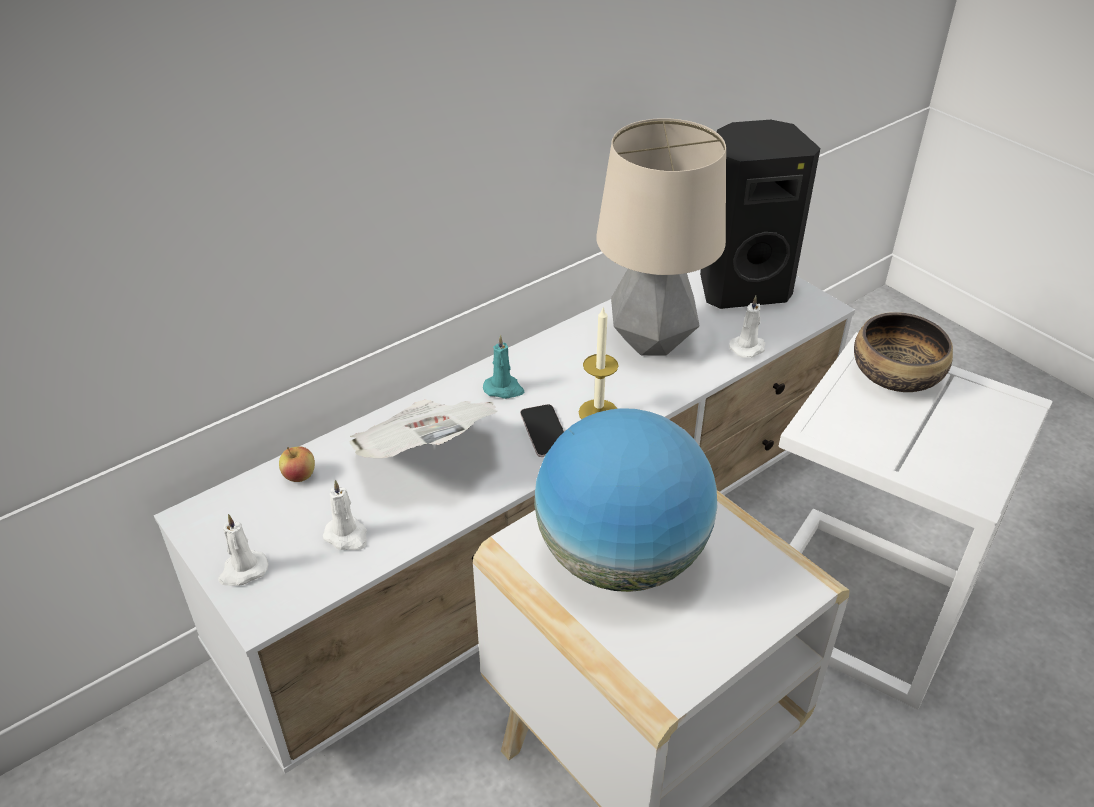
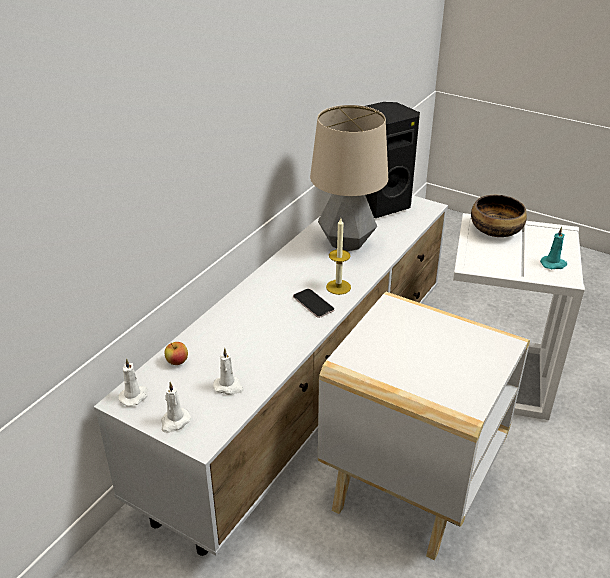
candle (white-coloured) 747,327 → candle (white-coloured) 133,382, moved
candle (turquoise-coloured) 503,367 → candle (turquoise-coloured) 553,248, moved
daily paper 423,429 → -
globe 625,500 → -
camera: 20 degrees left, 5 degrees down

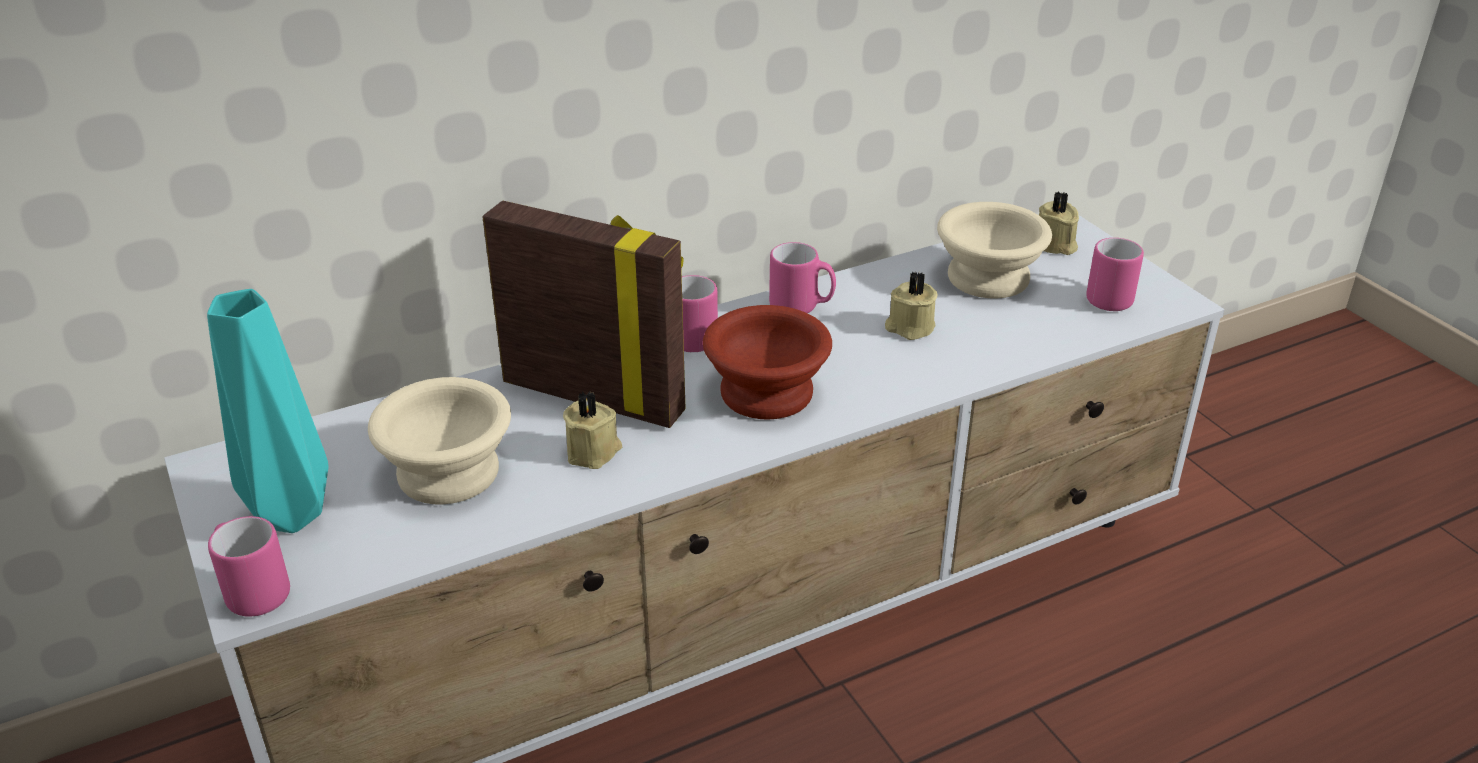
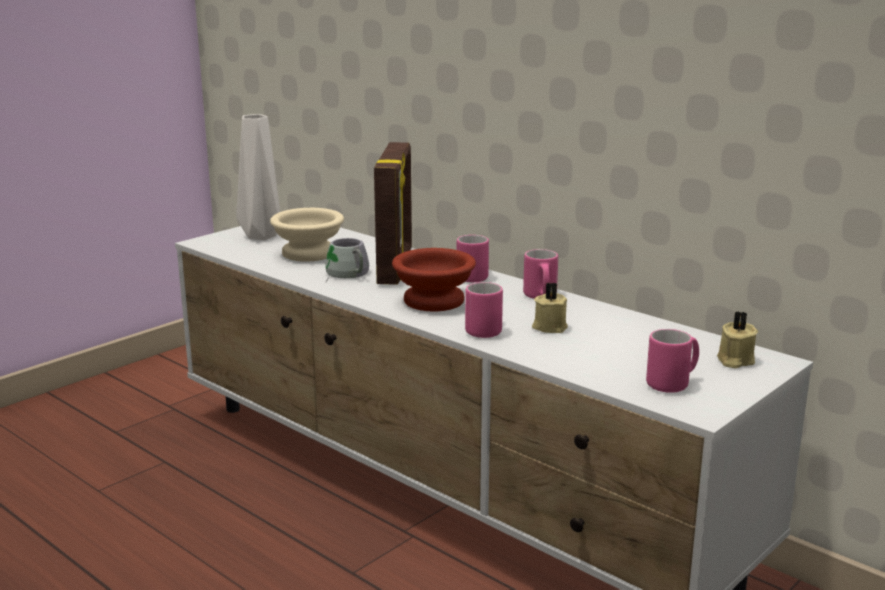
bowl (beige-coloured) 994,250 → -
vase (turquoise-coloured) 268,411 → vase (white-coloured) 258,177
candle (beige-coloured) 592,430 → coffee mug (grey) 347,260
coffee mug (pink) 249,566 → coffee mug (pink) 484,310, moved
camera: 70 degrees right, 15 degrees down

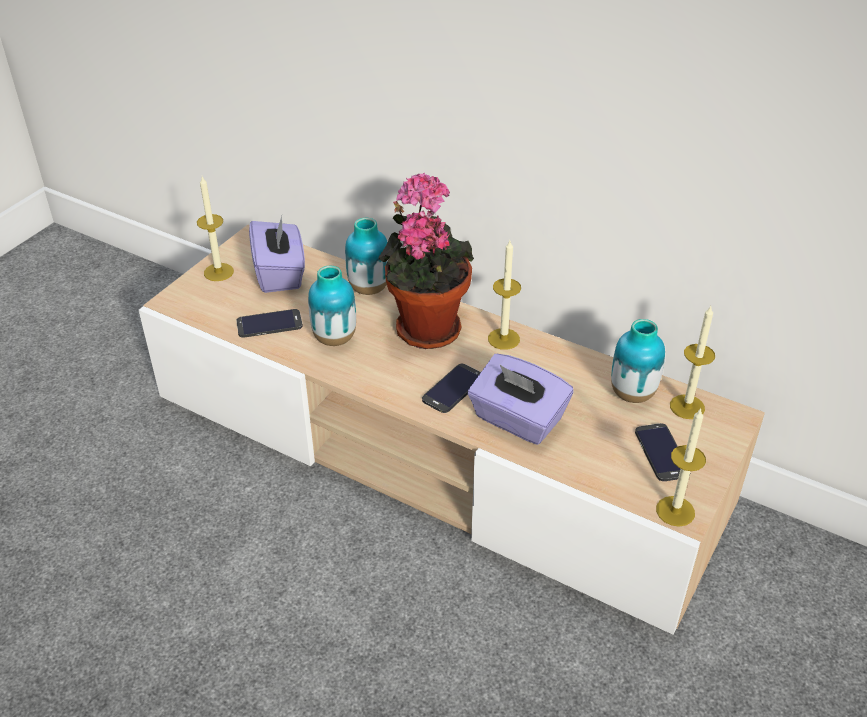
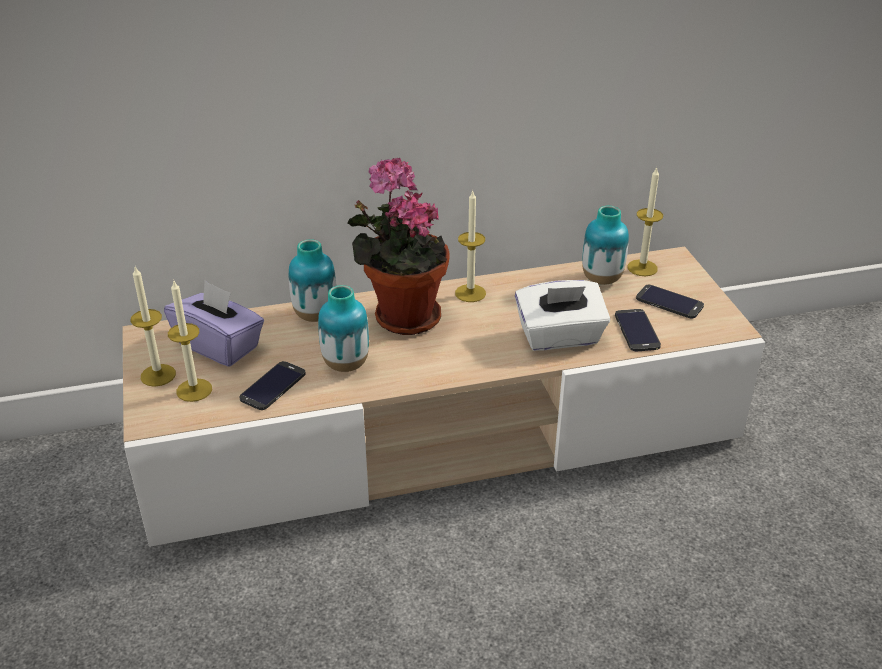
box of tissues (purple-coloured) 521,399 → box of tissues (white-coloured) 562,315
handset 451,388 → handset 638,330, moved
candle 681,467 → candle 190,341, moved
camera: 45 degrees left, 5 degrees down

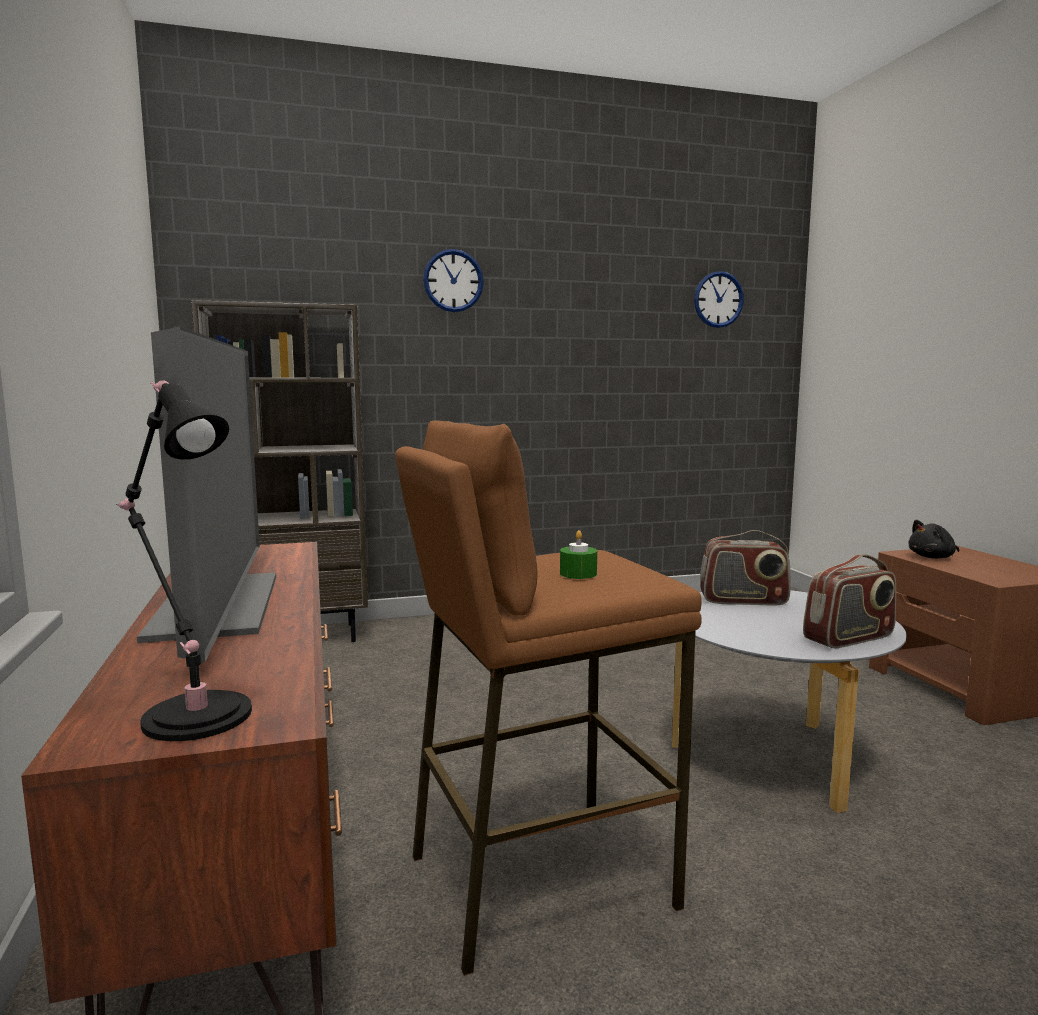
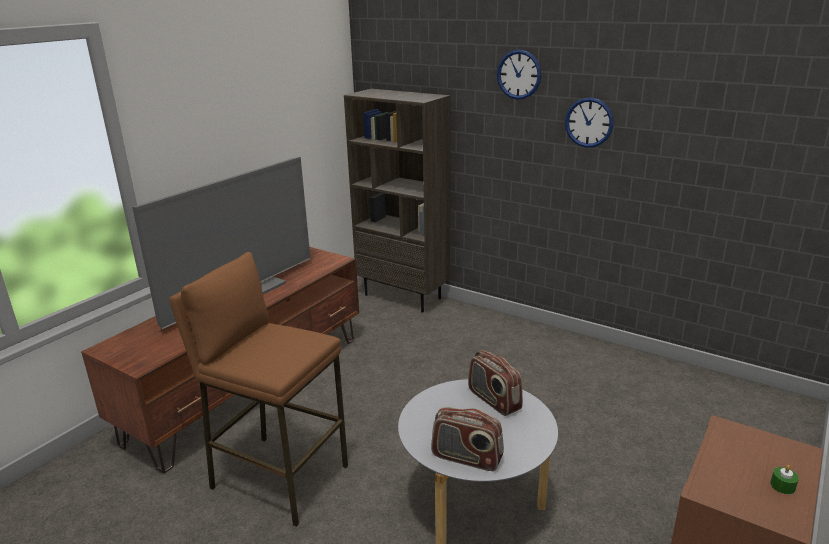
hanging clock 719,299 → hanging clock 589,122, moved
table lamp (black-coloured) 184,561 → -
soft toy (black-coloured) 933,539 → -
candle (green) 578,554 → candle (green) 784,479, moved
camera: 50 degrees right, 15 degrees up

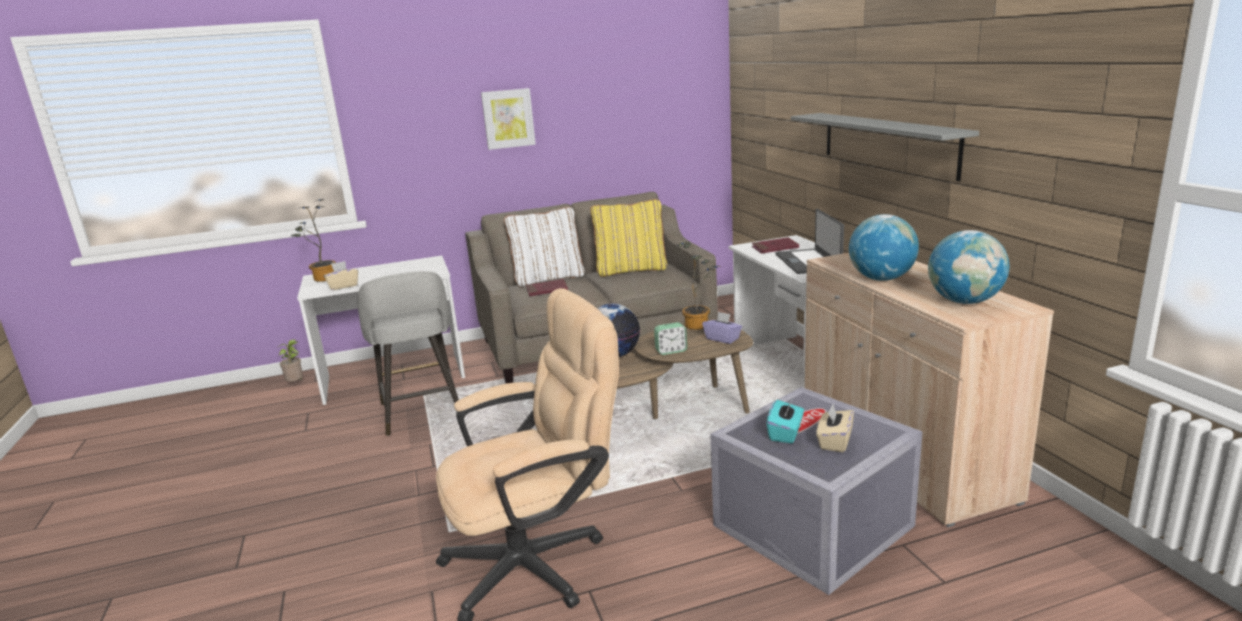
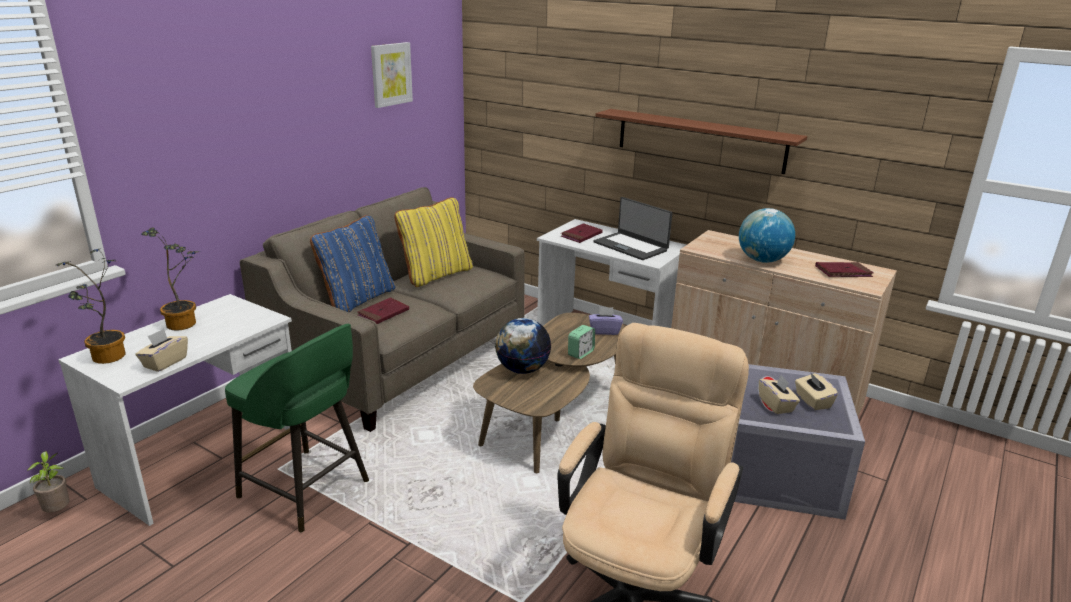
wall picture 508,119 → wall picture 392,75, moved
shelf (grey) 885,147 → shelf (brown) 701,141
pillow (white-coloured) 544,247 → pillow (bluish) 352,263
globe 968,267 → book (red-coloured) 844,269
houseplant 699,285 → houseplant 170,279, moved
stool (grey) 411,353 → stool (green) 297,428
box of tissues (turquoise-coloured) 785,421 → box of tissues (beige-coloured) 779,394
camera: 40 degrees left, 5 degrees up

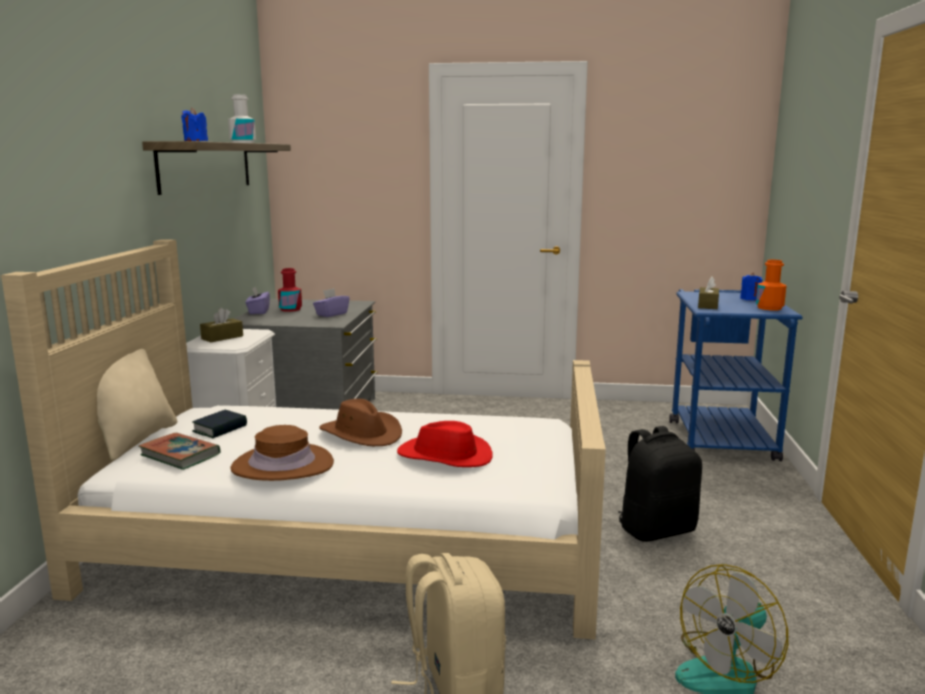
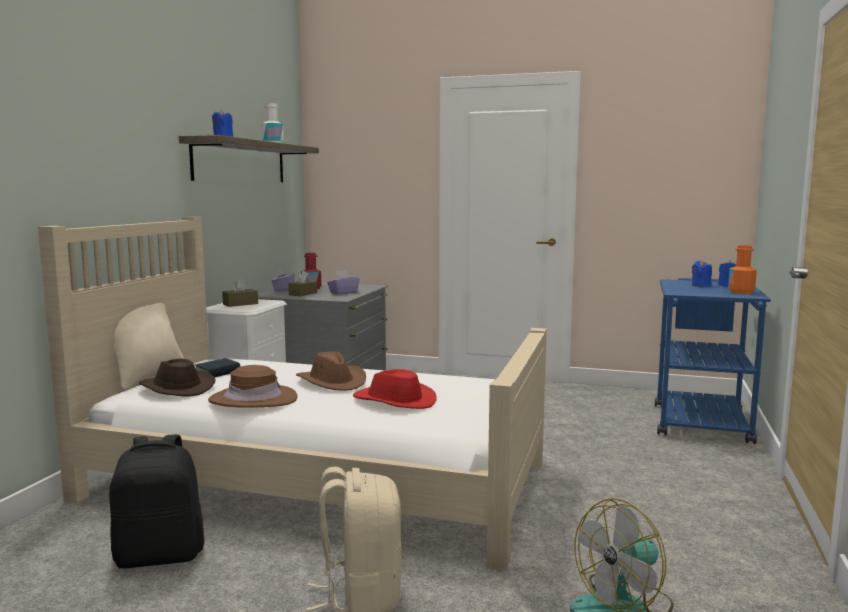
box of tissues (brown) 708,293 → box of tissues (brown) 302,283, moved
knapsack (black-coloured) 660,484 → knapsack (black-coloured) 156,501, moved
book 179,451 → wearable hat (brown) 177,377
- → candle (bluish) 702,273
camera: 10 degrees right, 5 degrees down

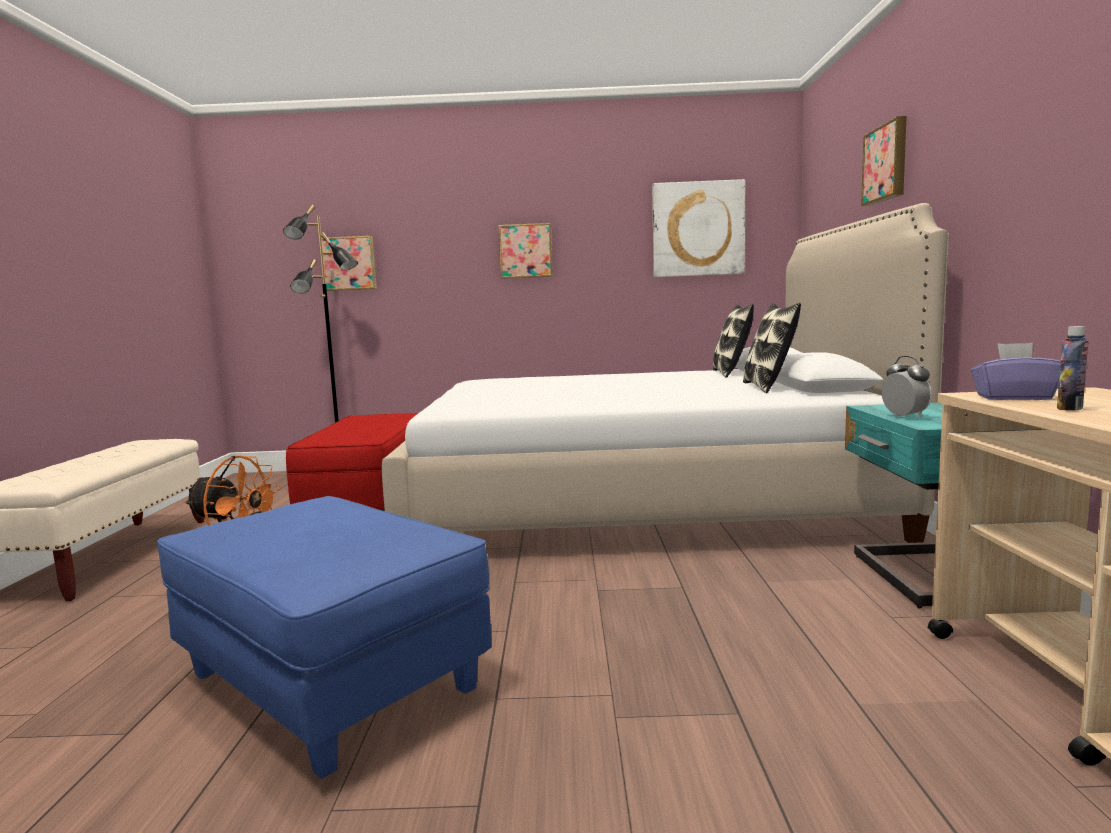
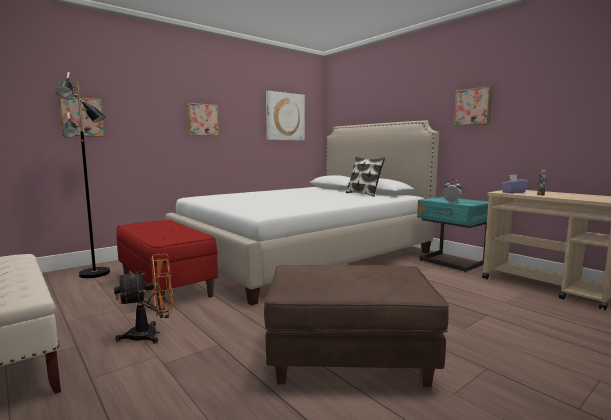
wall picture 884,161 → wall picture 473,106, moved
pillow 733,341 → -
pouffe (bluish) 324,637 → pouffe (brown) 356,326
camera: 40 degrees left, 0 degrees up

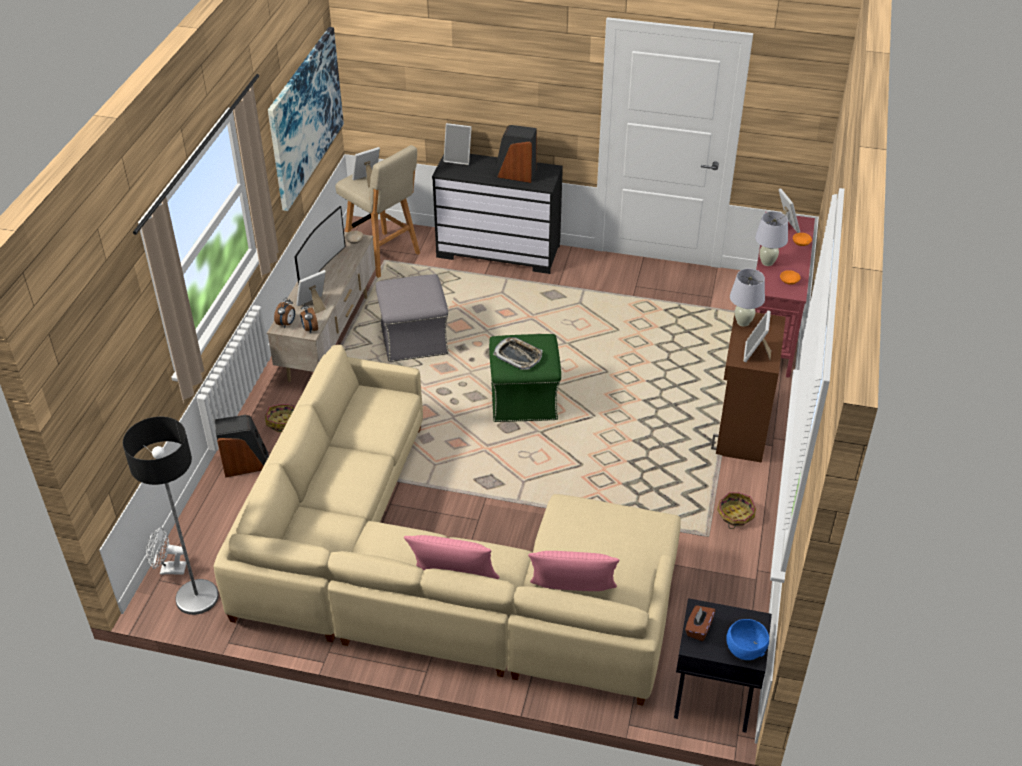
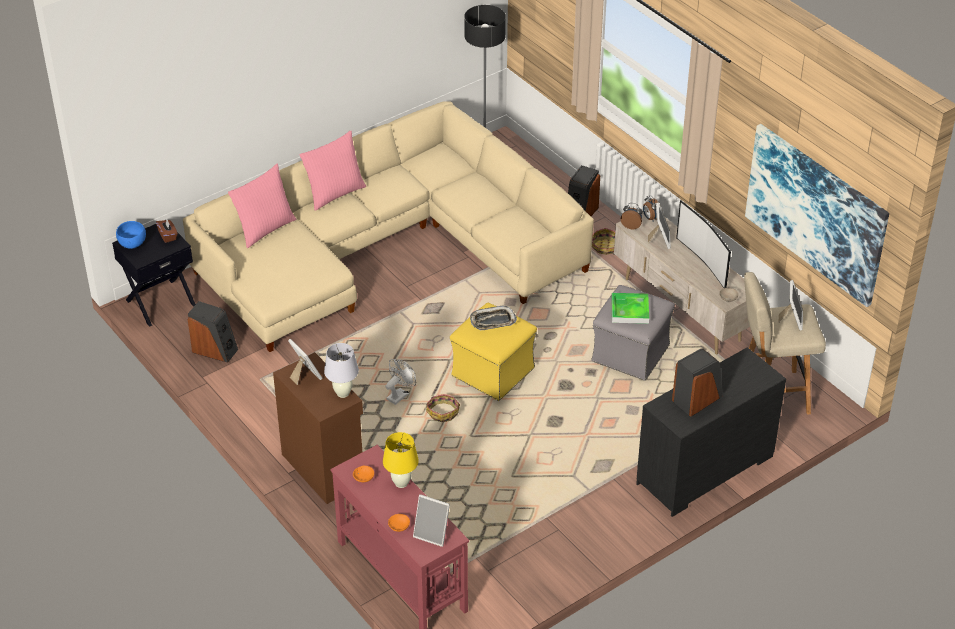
standing frame 458,144 → -
table lamp (white-coloured) 771,238 → table lamp (yellowish) 401,460
pouffe (green) 525,378 → pouffe (yellowish) 493,351
household basket 736,510 → household basket 443,408, moved
fan (white-coloured) 166,550 → fan (white-coloured) 401,382, moved
- → tray 630,308
- → speaker 213,332
camera: 130 degrees right, 0 degrees up

